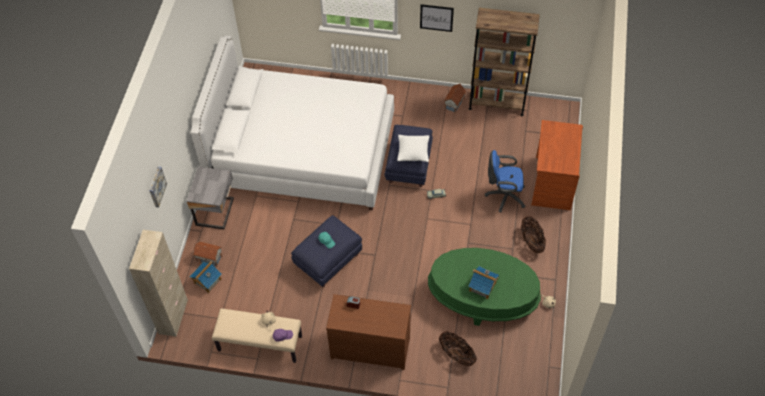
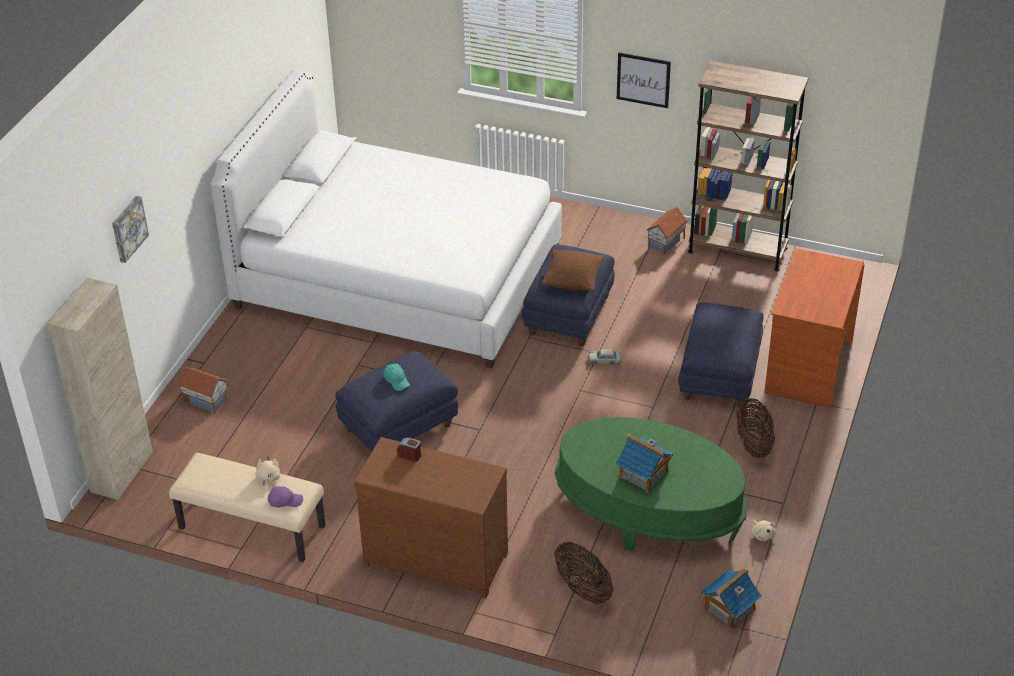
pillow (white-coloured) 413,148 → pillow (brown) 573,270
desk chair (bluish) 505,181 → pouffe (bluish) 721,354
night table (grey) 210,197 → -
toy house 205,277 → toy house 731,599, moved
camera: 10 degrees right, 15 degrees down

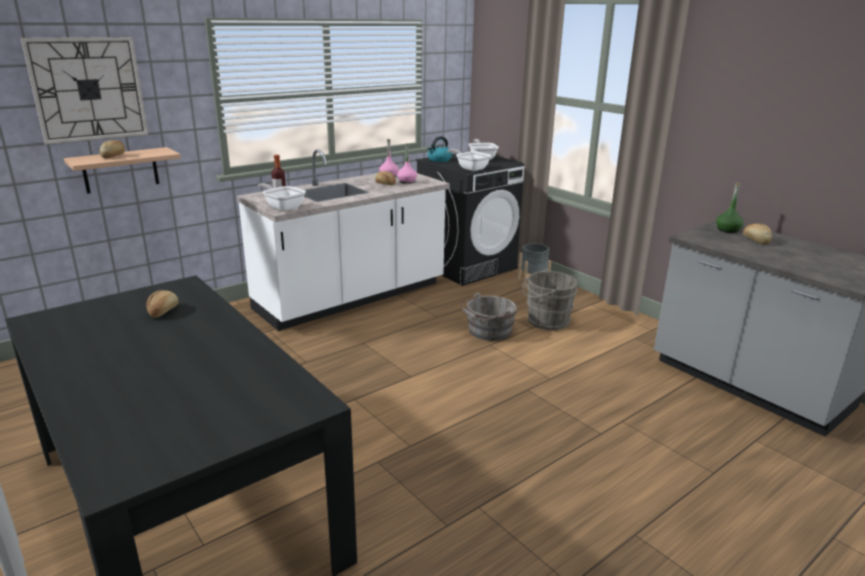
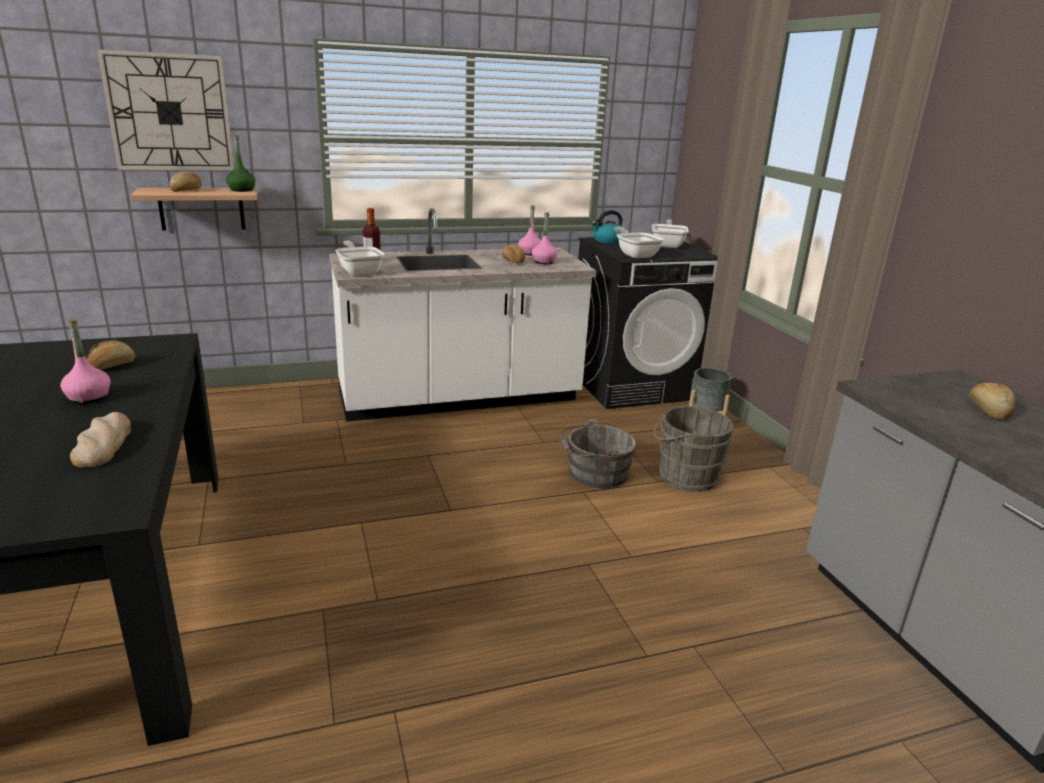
drink bottle (green) 730,208 → drink bottle (green) 240,163, moved
- → drink bottle (pink) 85,361
- → bakery bread 100,440
camera: 20 degrees right, 0 degrees up

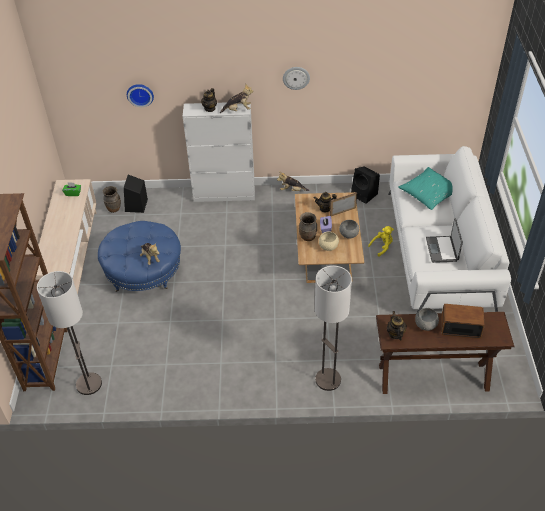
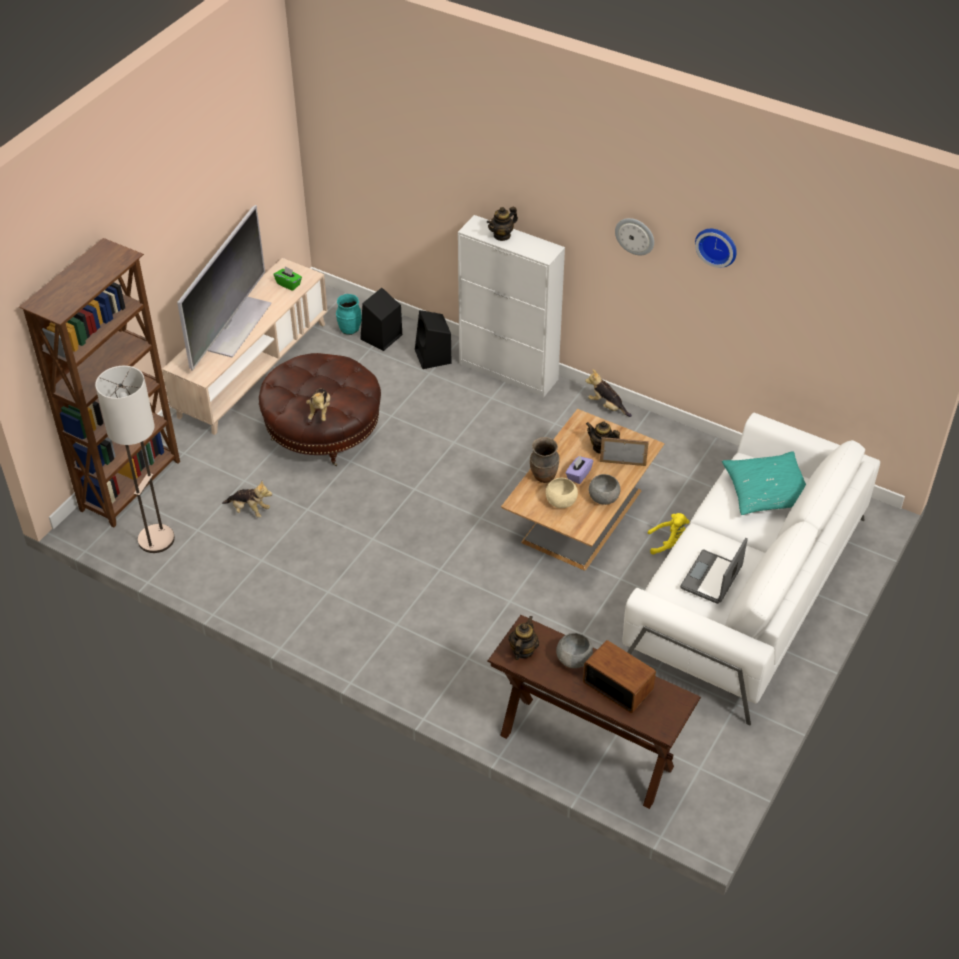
hanging clock 140,95 → hanging clock 716,248, moved
soft toy 236,98 → soft toy 247,499, moved
speaker (black-coloured) 365,185 → speaker (black-coloured) 433,339, moved
vase (brown) 112,199 → vase (turquoise-coloured) 349,314
pouffe (bluish) 139,256 → pouffe (brown) 320,409
standard lamp 333,328 → -
- → TV set 224,288
camera: 30 degrees right, 0 degrees up

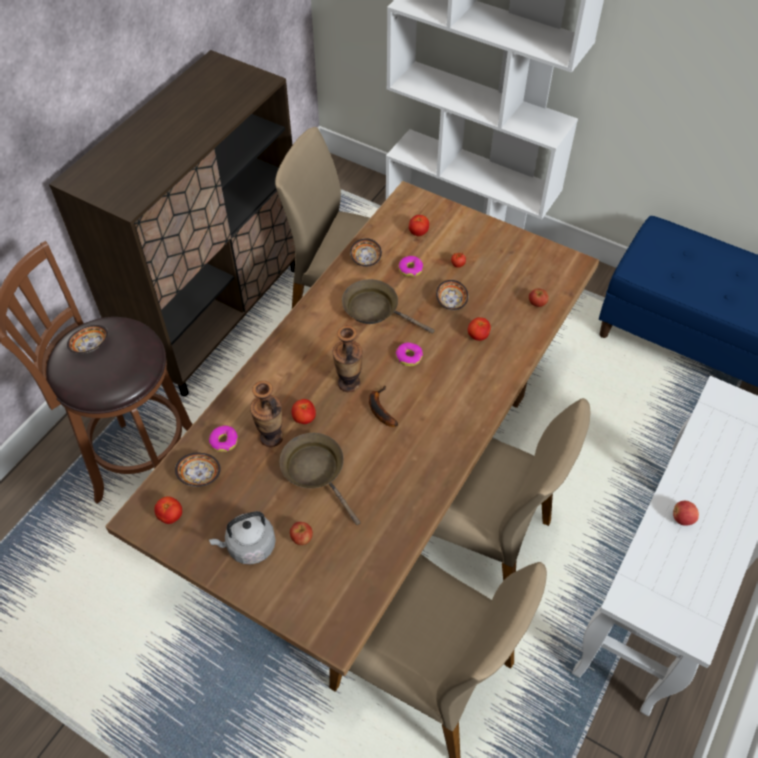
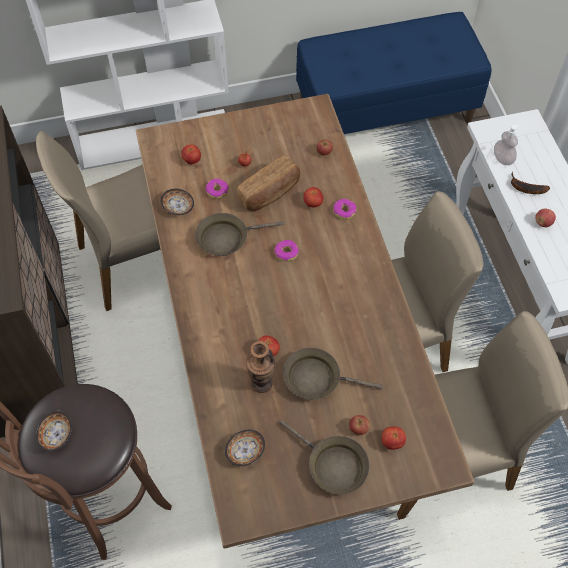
bowl 452,295 → bakery bread 268,183
vase 348,359 → -
whole banana 383,406 → whole banana 530,183, moved
donut 223,439 → donut 344,209, moved
whole tomato 168,510 → whole tomato 393,438, moved
tea kettle (grey) 242,538 → skillet (brown) 324,457
- → liquid soap bottle 506,145
camera: 45 degrees left, 5 degrees up

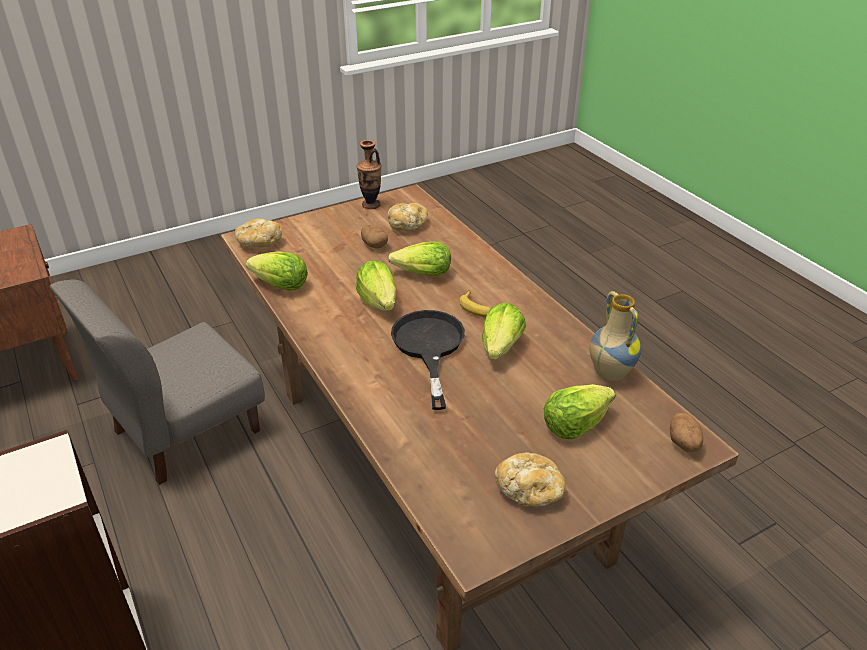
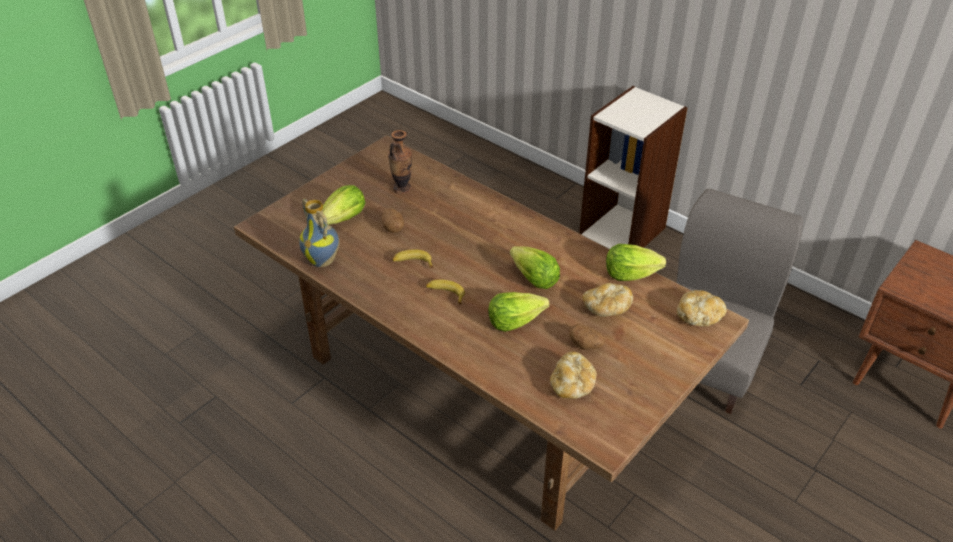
vase 369,174 → vase 400,162, moved
lettuce head 504,331 → whole banana 412,258
skillet (black-coloured) 428,360 → -
potato 686,432 → potato 393,220, moved
bakery bread 530,479 → bakery bread 608,300, moved
camera: 160 degrees right, 5 degrees up

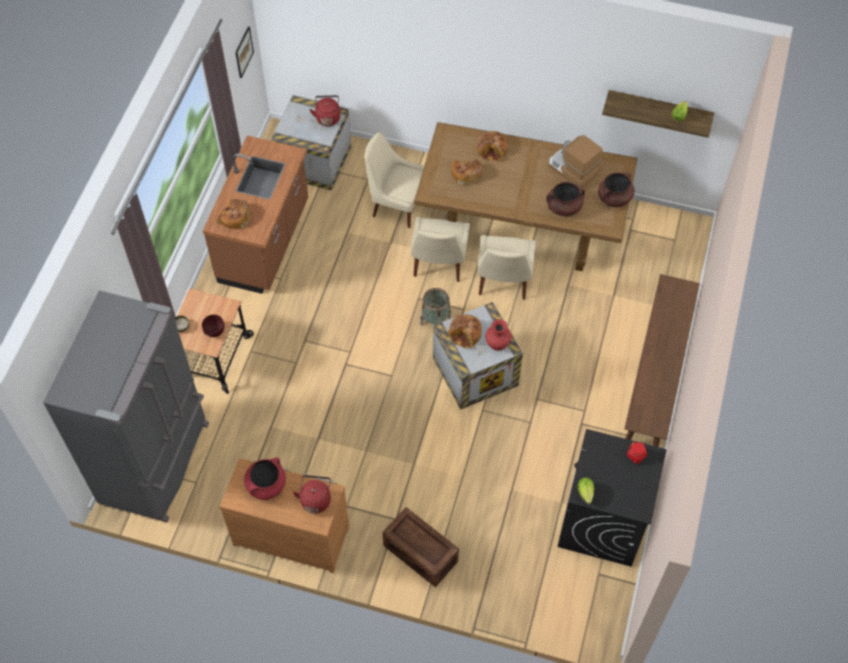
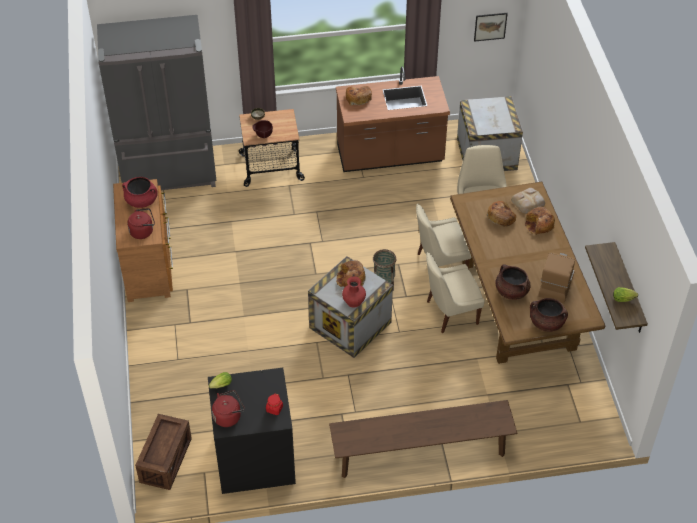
tea kettle (red-coloured) 324,110 → tea kettle (red-coloured) 228,408, moved
shipping crate 421,547 → shipping crate 163,452, moved
- → bakery bread 528,201
camera: 65 degrees right, 10 degrees down

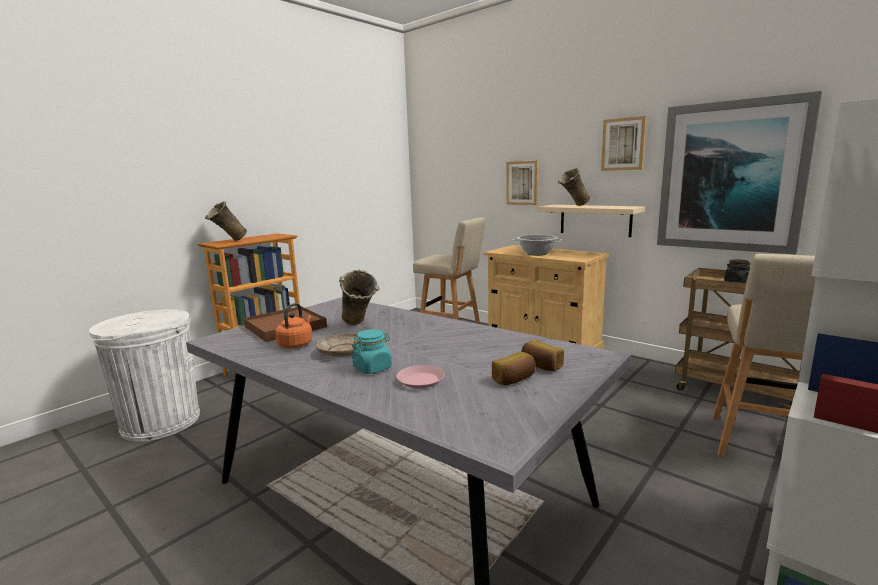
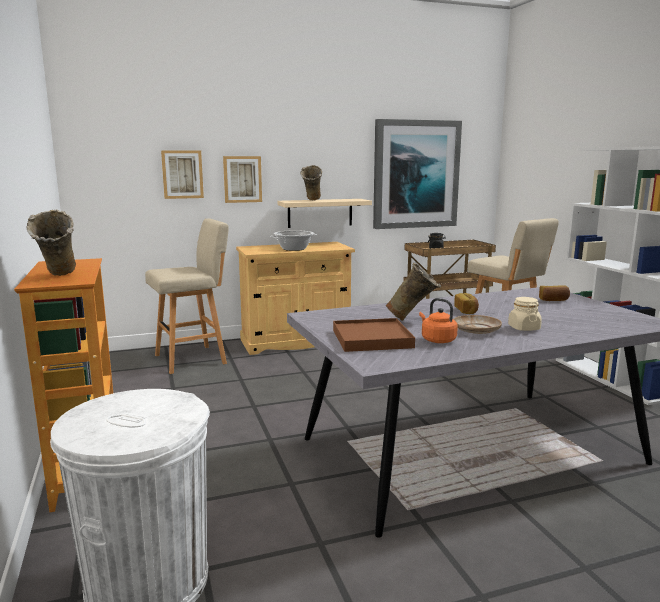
wall picture 624,143 → wall picture 182,174, moved
preserve jar (turquoise-coloured) 372,351 → preserve jar (beige-coloured) 525,314
bakery bread 514,368 → bakery bread 466,303, moved
flat dish (pink) 420,377 → -
camera: 60 degrees left, 0 degrees up

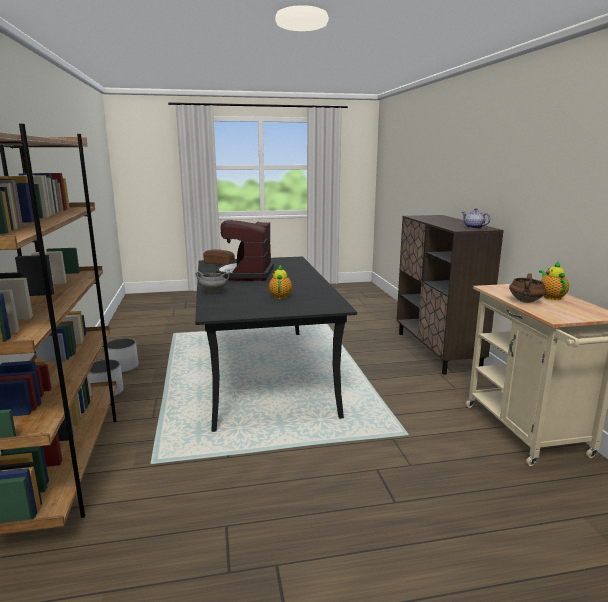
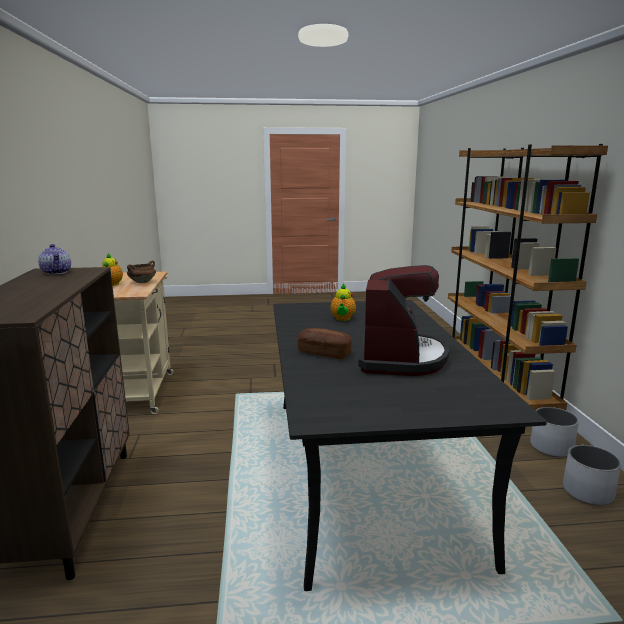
bakery bread 219,257 → bakery bread 324,343, moved
stockpot (grey) 212,282 → -
camera: 175 degrees left, 0 degrees up

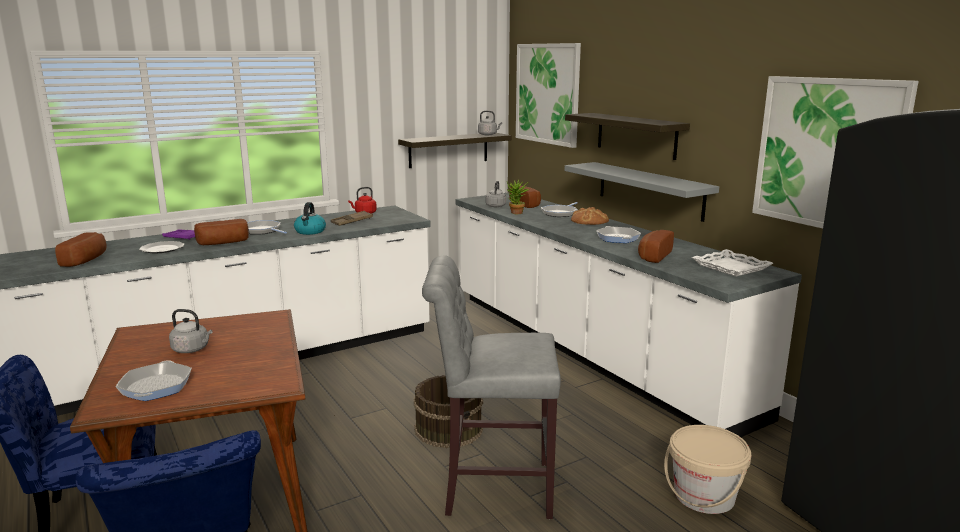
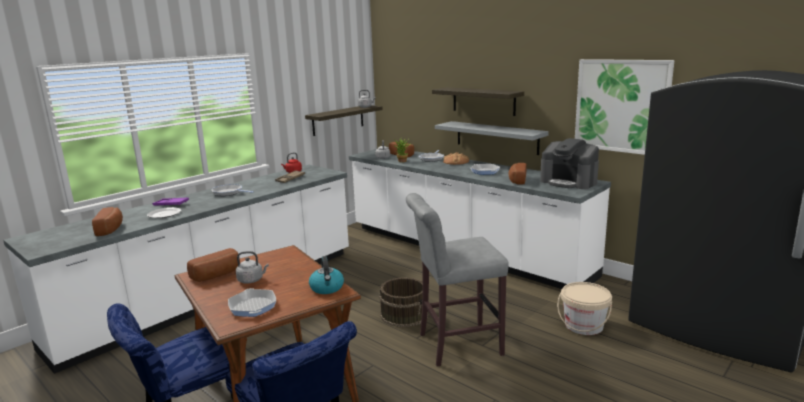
wall picture 548,95 → -
tea kettle 310,218 → tea kettle 326,275, moved
bakery bread 221,232 → bakery bread 213,265, moved
tray (white-coloured) 732,263 → coffee brewer 569,163
camera: 15 degrees left, 0 degrees up

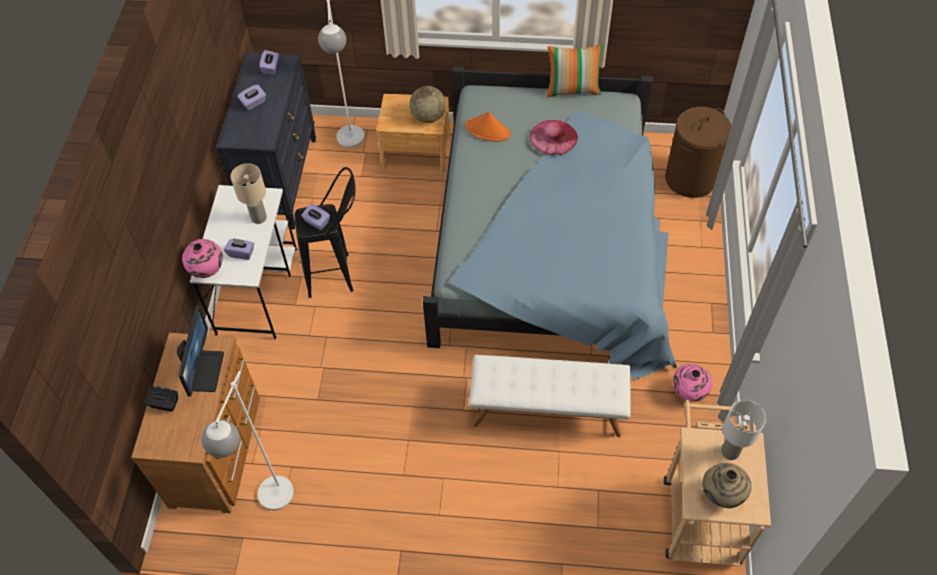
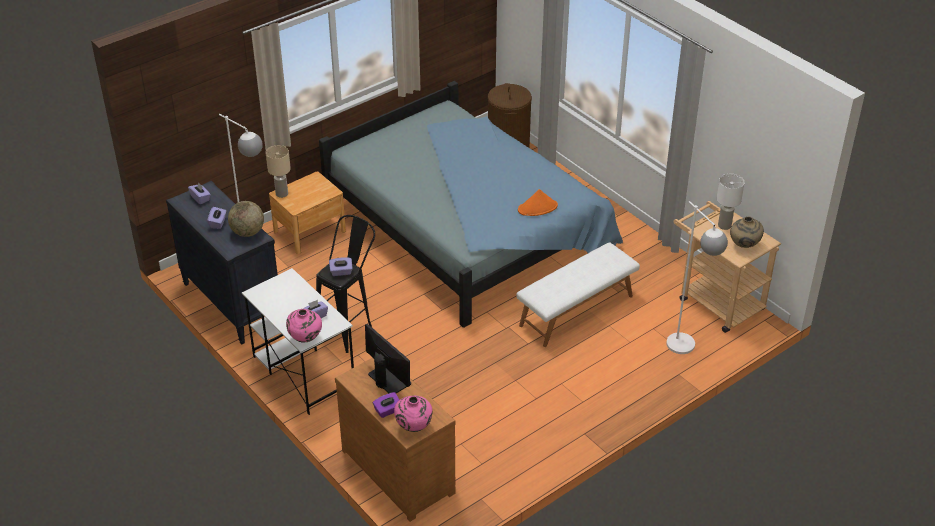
pillow 575,70 → -
globe 428,104 → globe 246,219, moved
wearable hat (orangey) 488,126 → wearable hat (orangey) 538,202, moved
wearable hat (pink) 554,138 → -
table lamp (beige-coloured) 249,193 → table lamp (beige-coloured) 278,171, moved
vase (pink) 693,383 → vase (pink) 413,413, moved
standard lamp (white-coloured) 248,440 → standard lamp (white-coloured) 697,277, moved
box of tissues (black-coloured) 161,399 → box of tissues (purple-coloured) 386,405
camera: 45 degrees left, 15 degrees down

